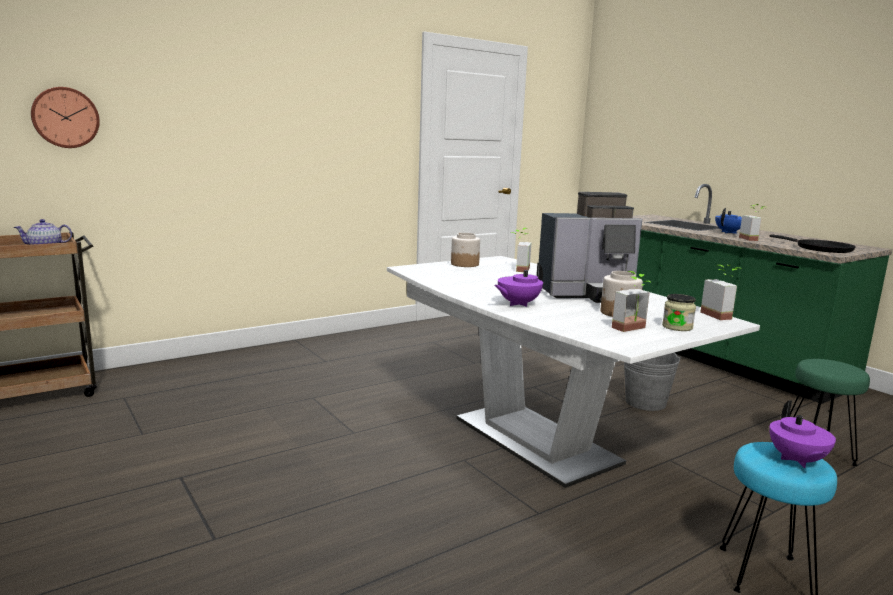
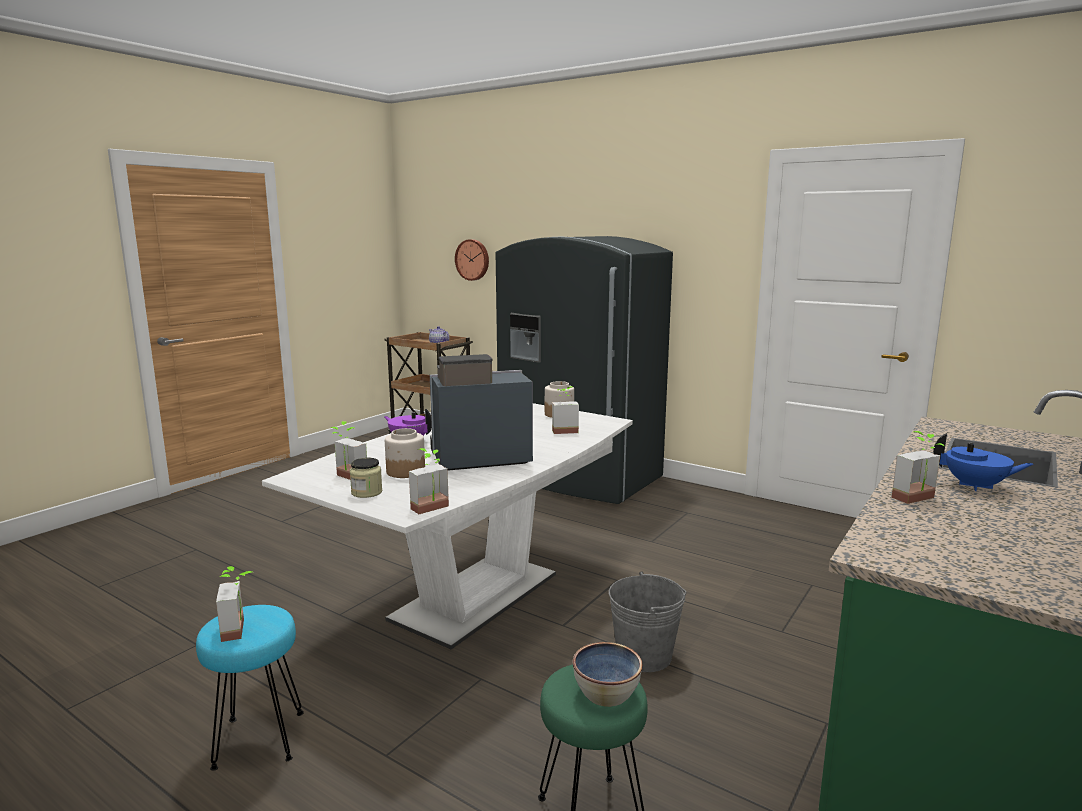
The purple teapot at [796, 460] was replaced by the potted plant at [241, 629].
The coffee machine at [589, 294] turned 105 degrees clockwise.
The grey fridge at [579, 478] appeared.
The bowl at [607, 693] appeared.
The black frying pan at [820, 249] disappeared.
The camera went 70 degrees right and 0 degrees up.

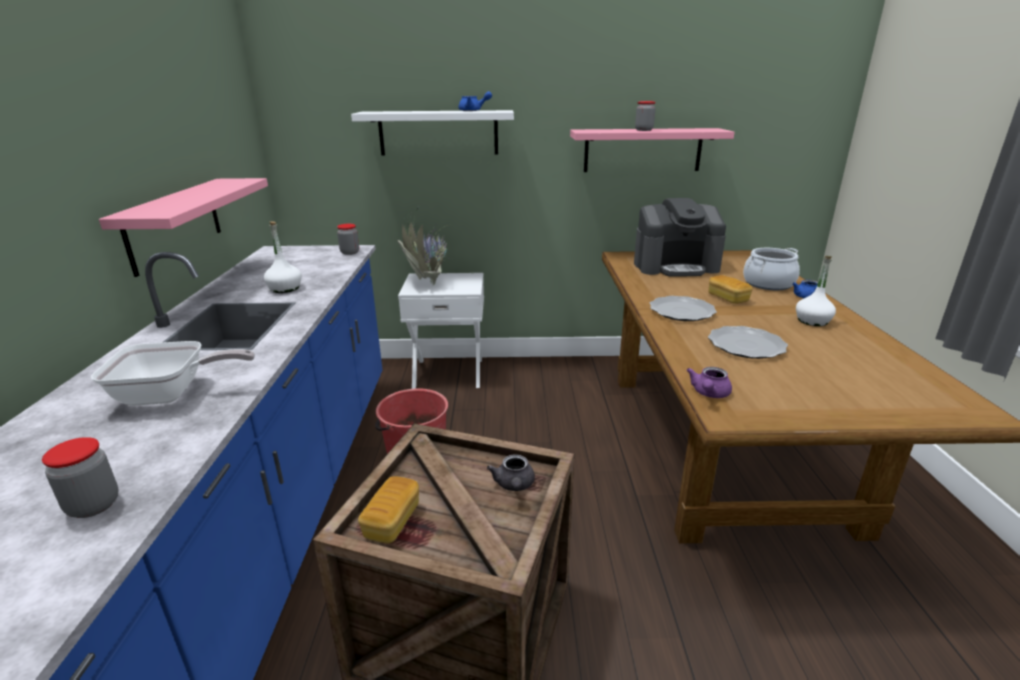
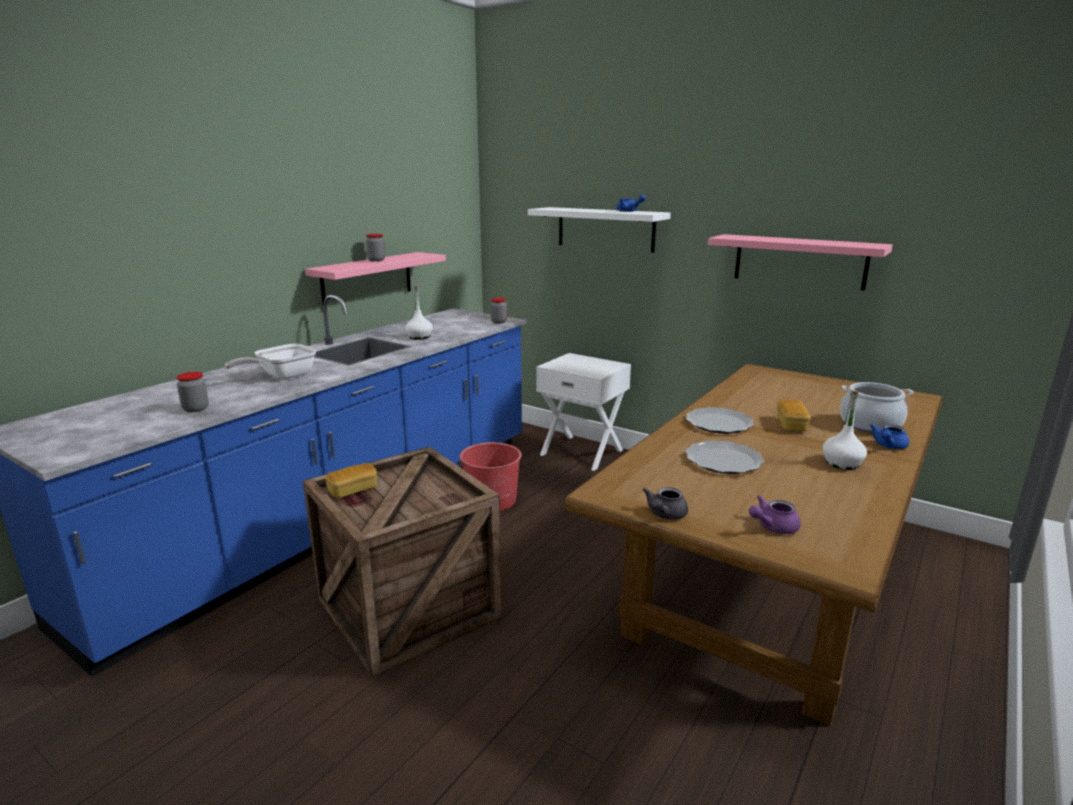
The frying pan at [171, 394] turned 105 degrees clockwise.
The jar moved from [644, 130] to [376, 260].
The grey teapot moved from [514, 485] to [664, 515].
The purple teapot moved from [709, 394] to [772, 527].
The potted plant at [428, 283] disappeared.
The coffee machine at [675, 266] disappeared.
The camera went 35 degrees right and 5 degrees down.

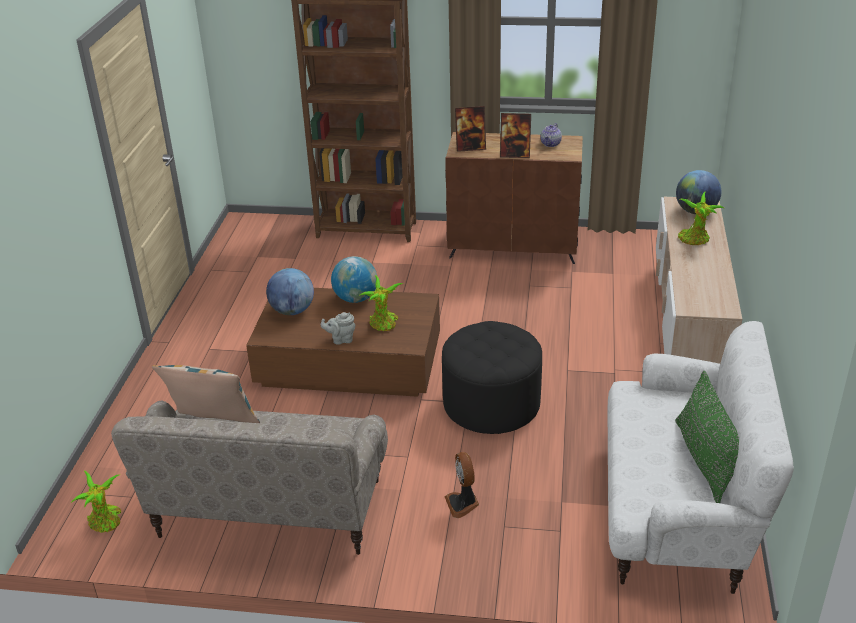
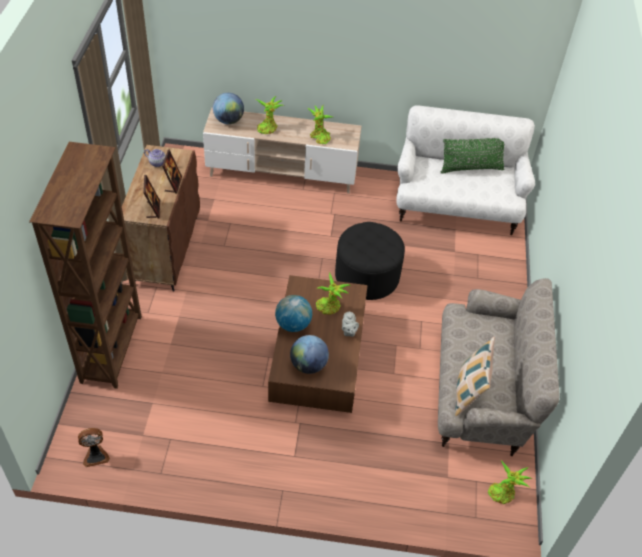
The fan moved from [463, 504] to [95, 455].
The potted plant at [319, 137] appeared.
The camera went 95 degrees left and 15 degrees up.

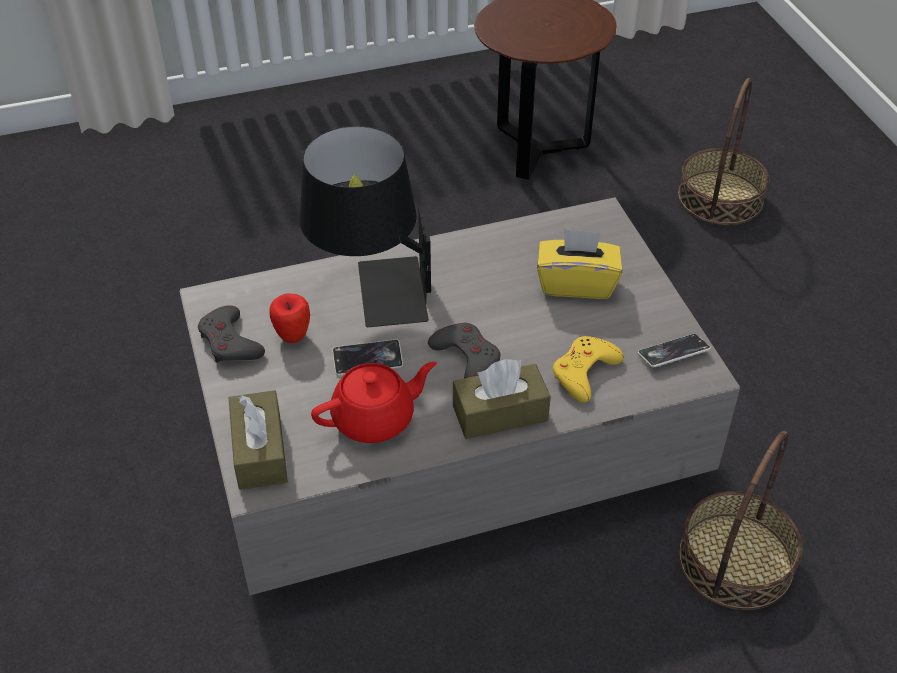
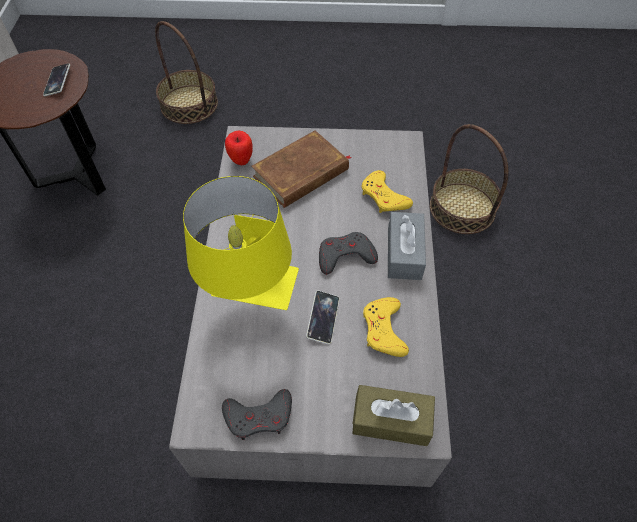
The phone moved from [673, 354] to [58, 82].
The black table lamp at [371, 293] became the yellow table lamp at [251, 296].
The apple moved from [293, 336] to [241, 160].
The yellow tissue box at [576, 283] was replaced by the brown book at [301, 173].
The red teapot at [375, 419] was replaced by the yellow game controller at [384, 330].
The brown tissue box at [500, 413] became the grey tissue box at [404, 253].
The camera went 70 degrees left and 10 degrees up.

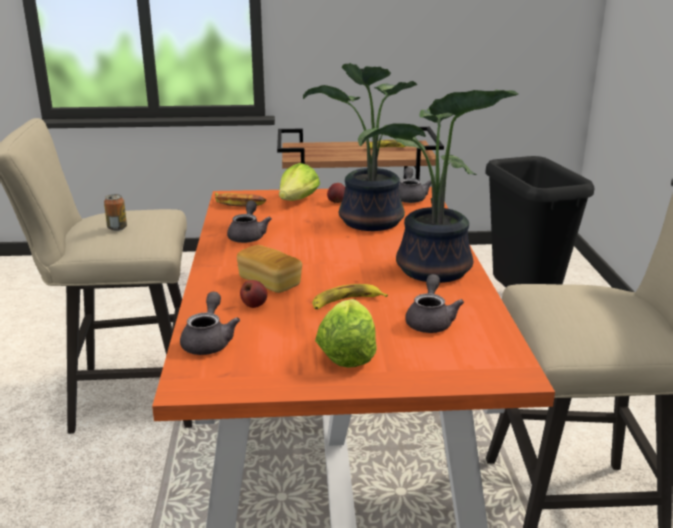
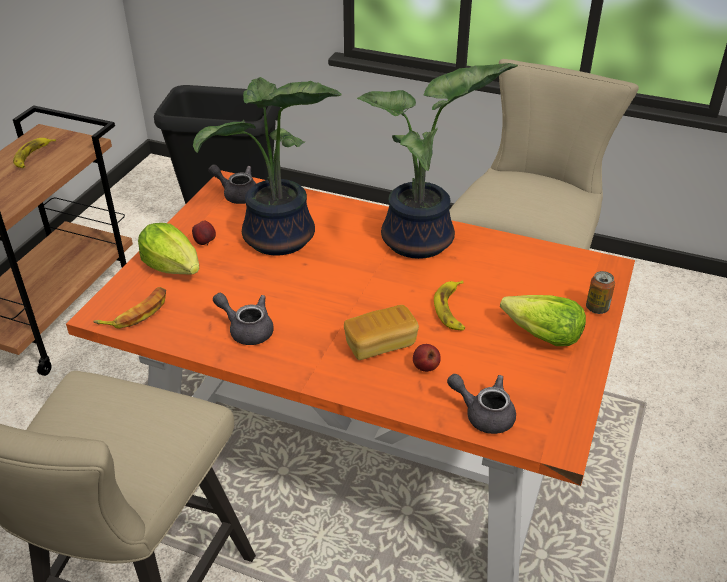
The can moved from [117, 228] to [597, 308].
The grey teapot at [430, 321] disappeared.
The camera went 65 degrees left and 15 degrees up.

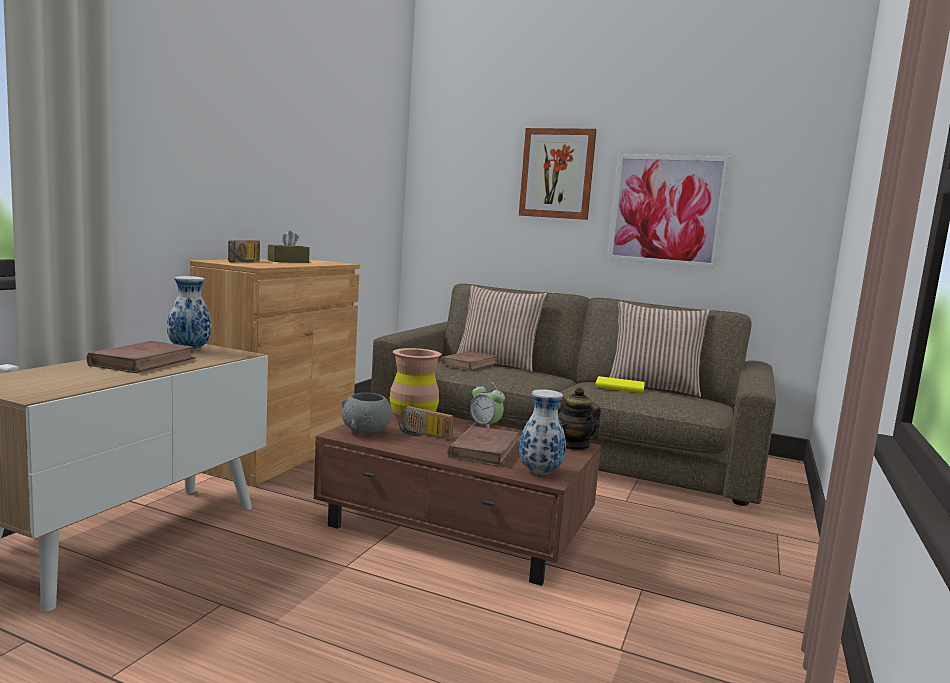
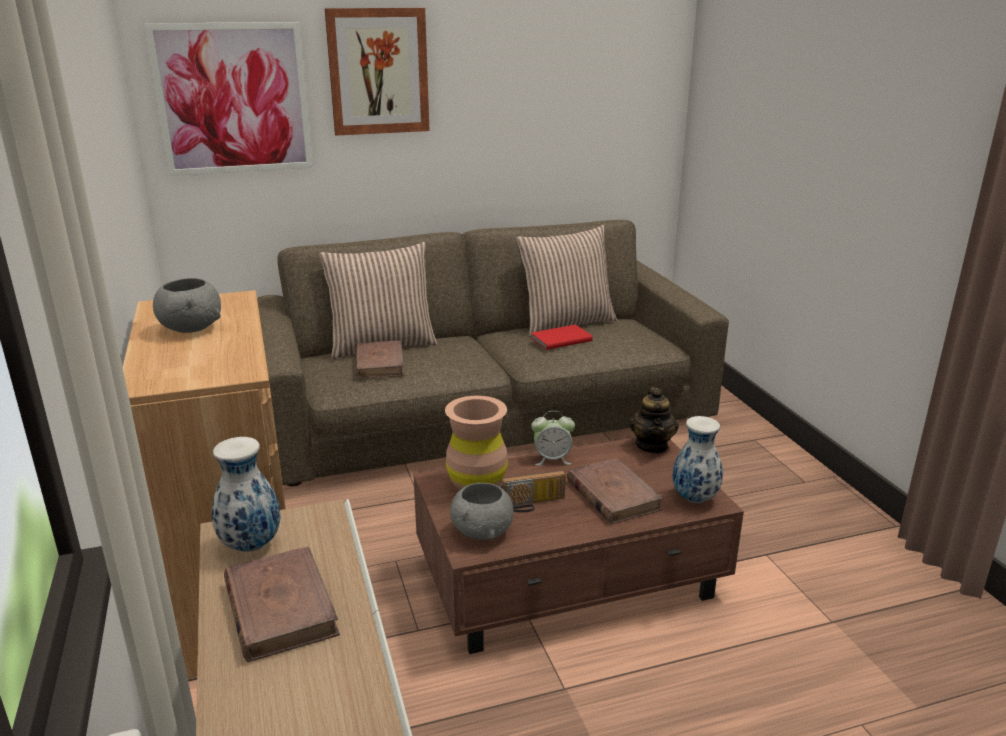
The picture moved from [666, 210] to [233, 99].
The brown tissue box at [288, 261] was replaced by the grey bowl at [191, 328].
The yellow book at [619, 386] became the red book at [559, 339].
The teapot at [574, 446] turned 105 degrees counterclockwise.
The radio at [247, 261] disappeared.
The camera went 40 degrees left and 15 degrees up.

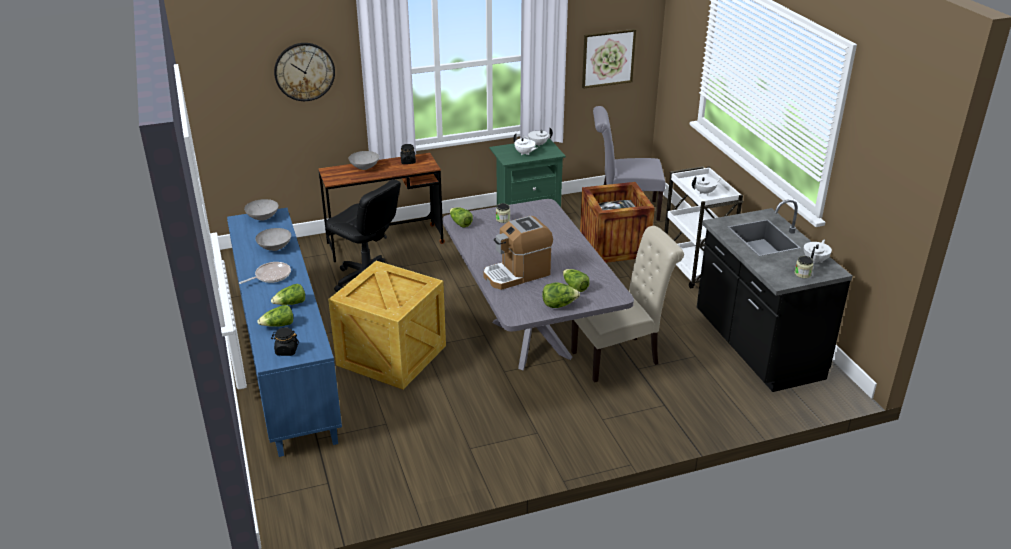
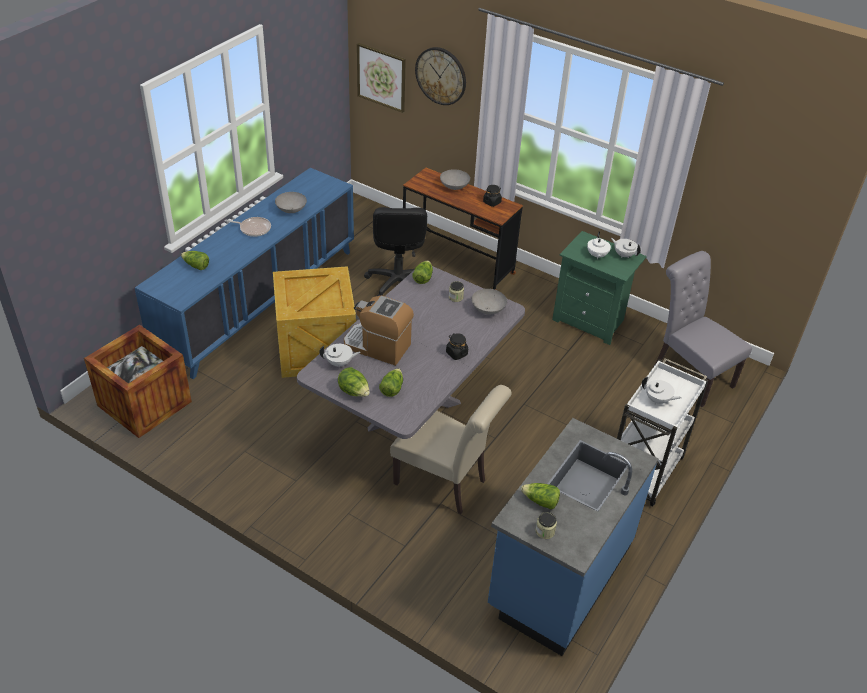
The crate moved from [614, 246] to [144, 403].
The white teapot moved from [815, 260] to [339, 363].
The picture moved from [608, 58] to [381, 77].
The black jar moved from [286, 351] to [456, 353].
The grey bowl moved from [263, 218] to [488, 310].
The black counter at [756, 348] became the blue counter at [558, 576].
The lettuce moved from [290, 304] to [540, 501].
The camera went 50 degrees right and 10 degrees up.

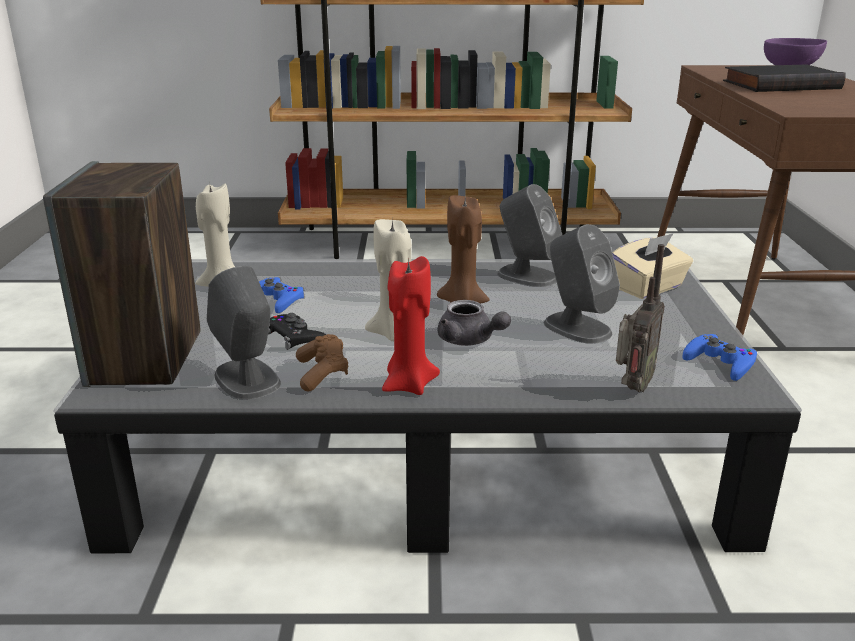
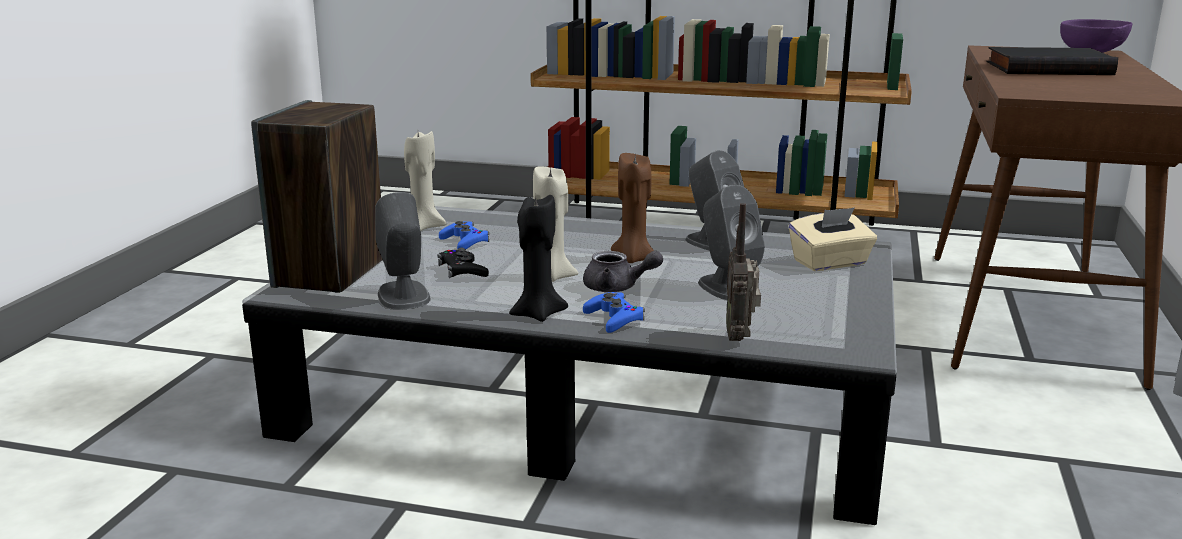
The red candle at [408, 385] became the black candle at [537, 314].
The grey teapot at [470, 341] turned 45 degrees counterclockwise.
The blue game controller moved from [719, 363] to [614, 319].
The radio at [631, 387] turned 135 degrees clockwise.
The brown game controller at [322, 373] disappeared.
The camera went 15 degrees right and 5 degrees down.

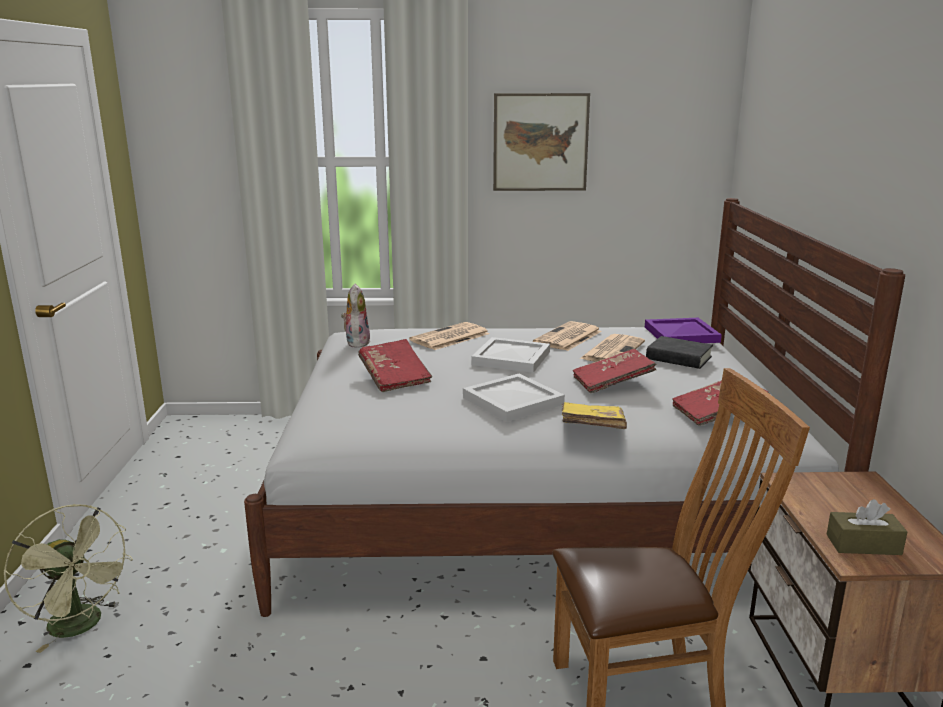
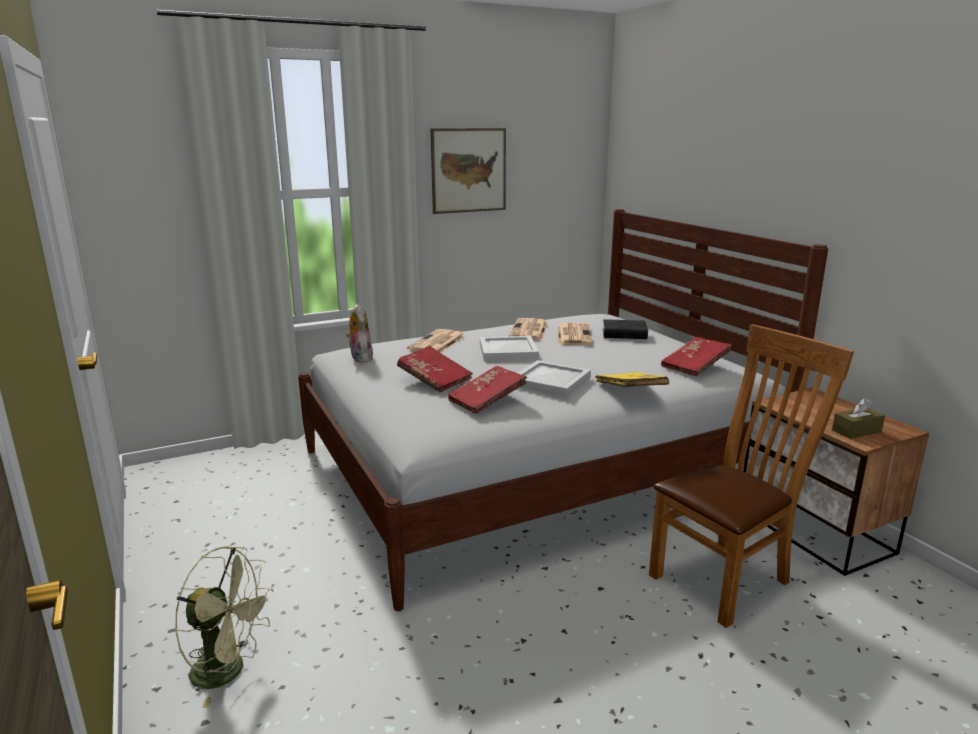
The red book moved from [612, 383] to [487, 401].
The purple tray at [682, 334] disappeared.
The camera went 25 degrees left and 0 degrees up.

